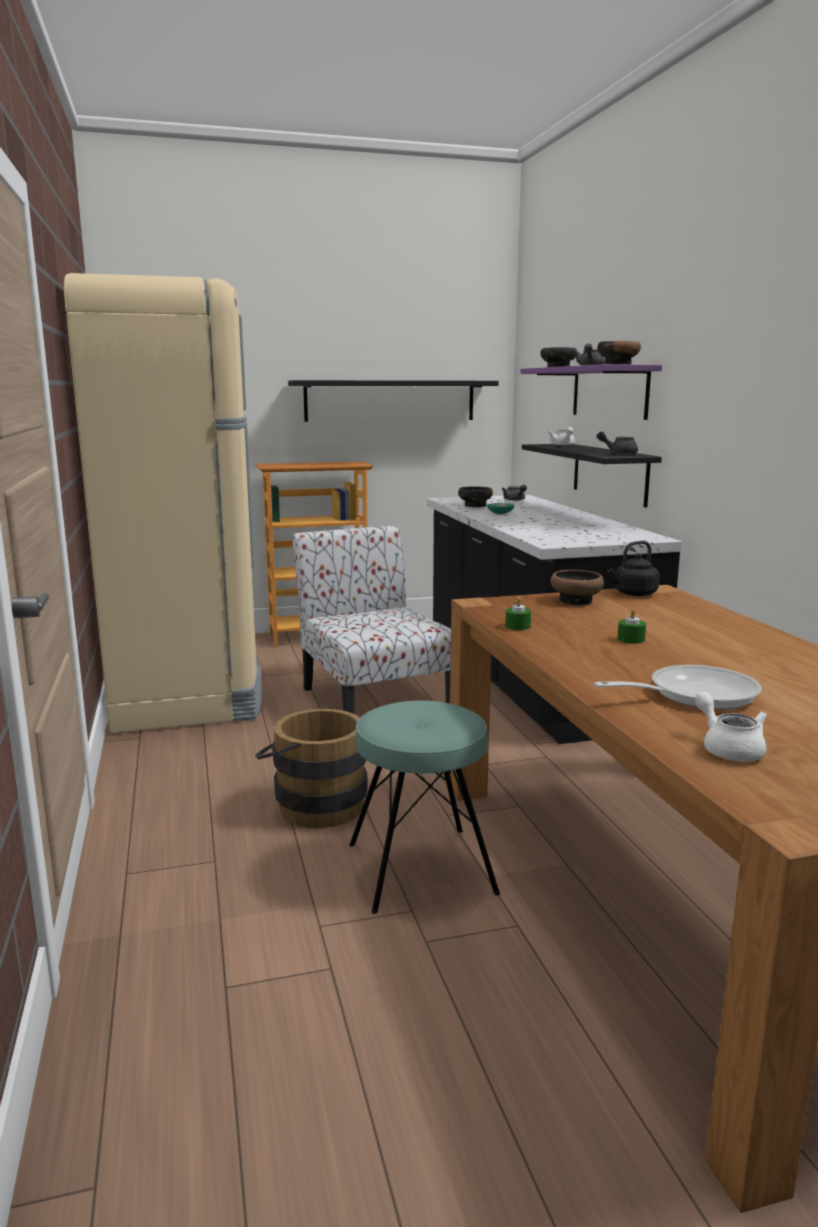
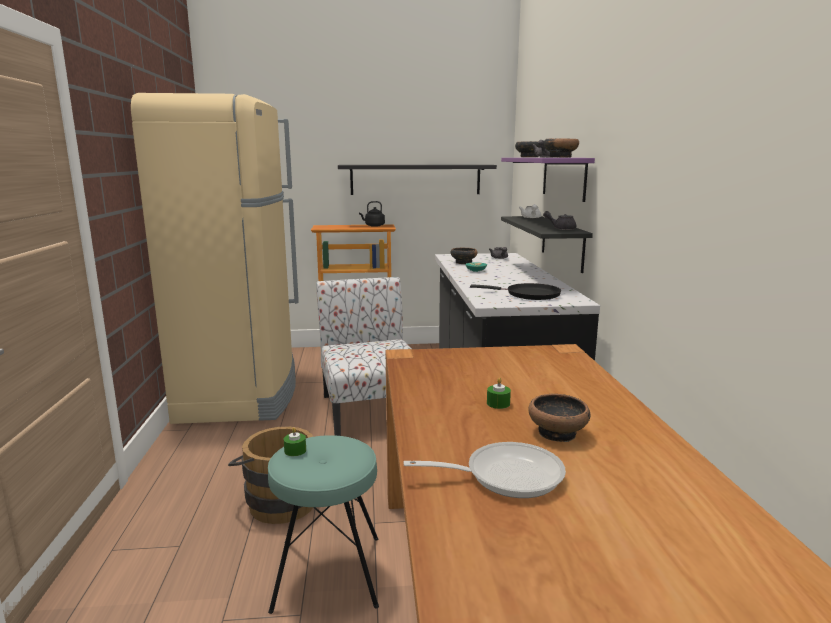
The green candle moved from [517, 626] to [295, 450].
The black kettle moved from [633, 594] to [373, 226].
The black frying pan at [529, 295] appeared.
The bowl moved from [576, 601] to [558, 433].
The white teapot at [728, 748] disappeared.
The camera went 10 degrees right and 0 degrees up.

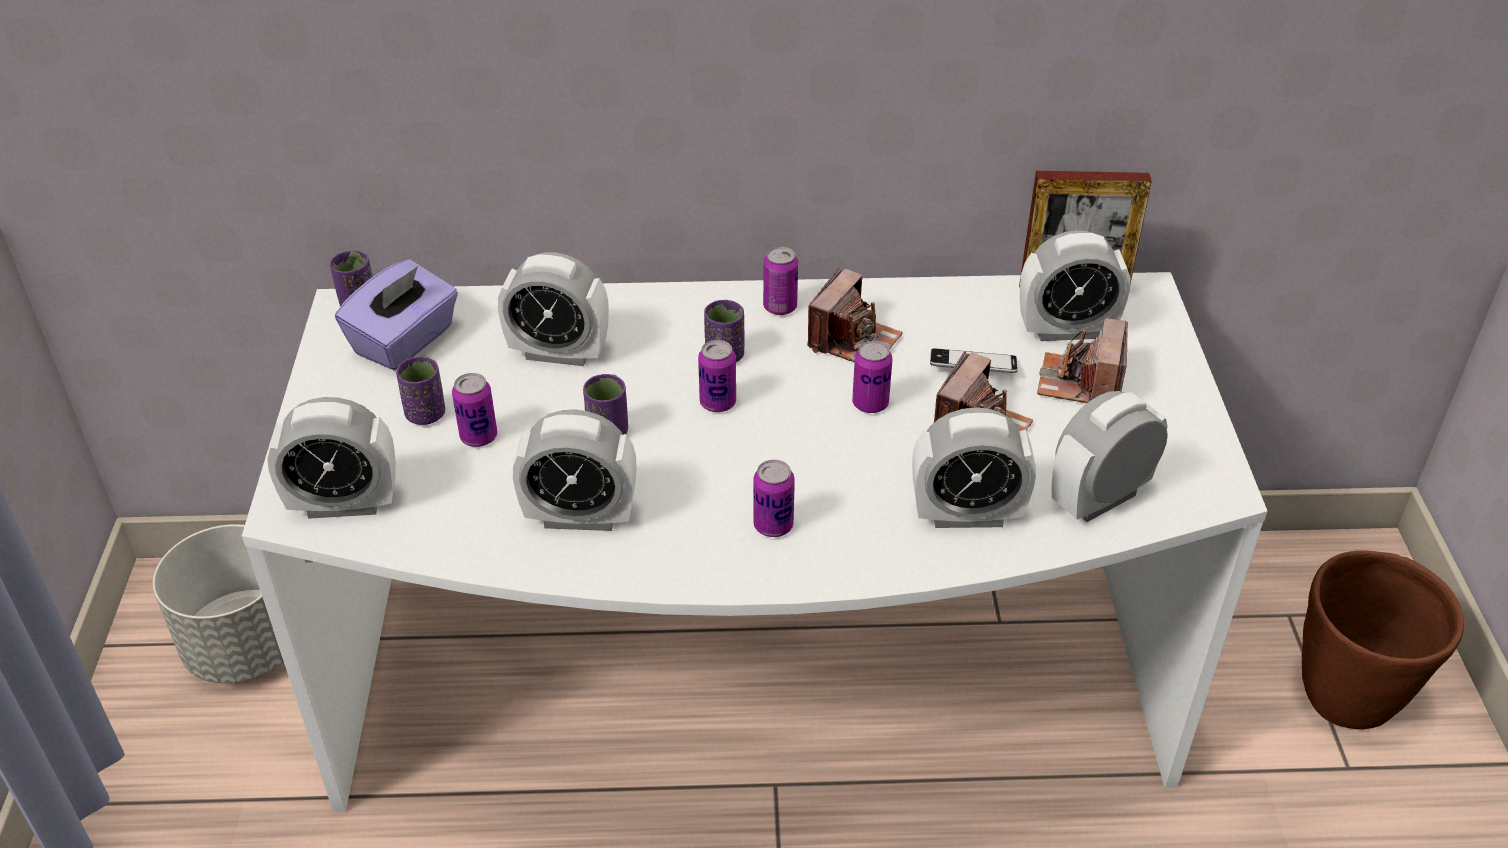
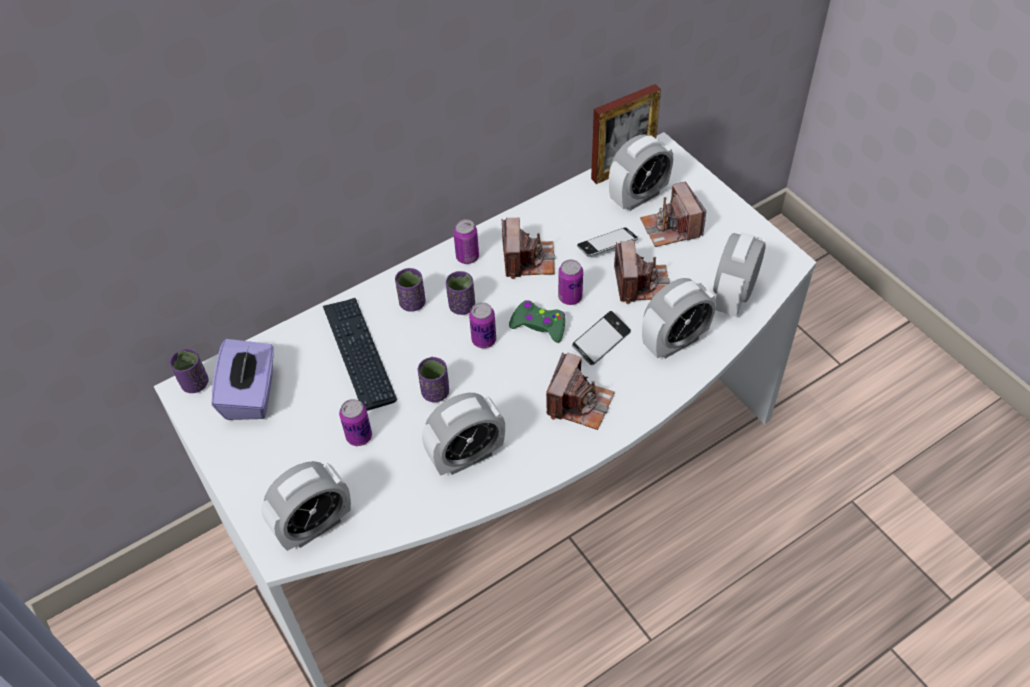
The alarm clock at [558, 353] was replaced by the keyboard at [359, 354].
The purple cup moved from [425, 414] to [412, 303].
The green game controller at [539, 325] appeared.
The can at [773, 525] was replaced by the photo camera at [579, 403].
The phone at [601, 341] appeared.
The grey planter at [245, 646] disappeared.
The brown planter at [1346, 701] disappeared.
The camera went 30 degrees left and 10 degrees up.

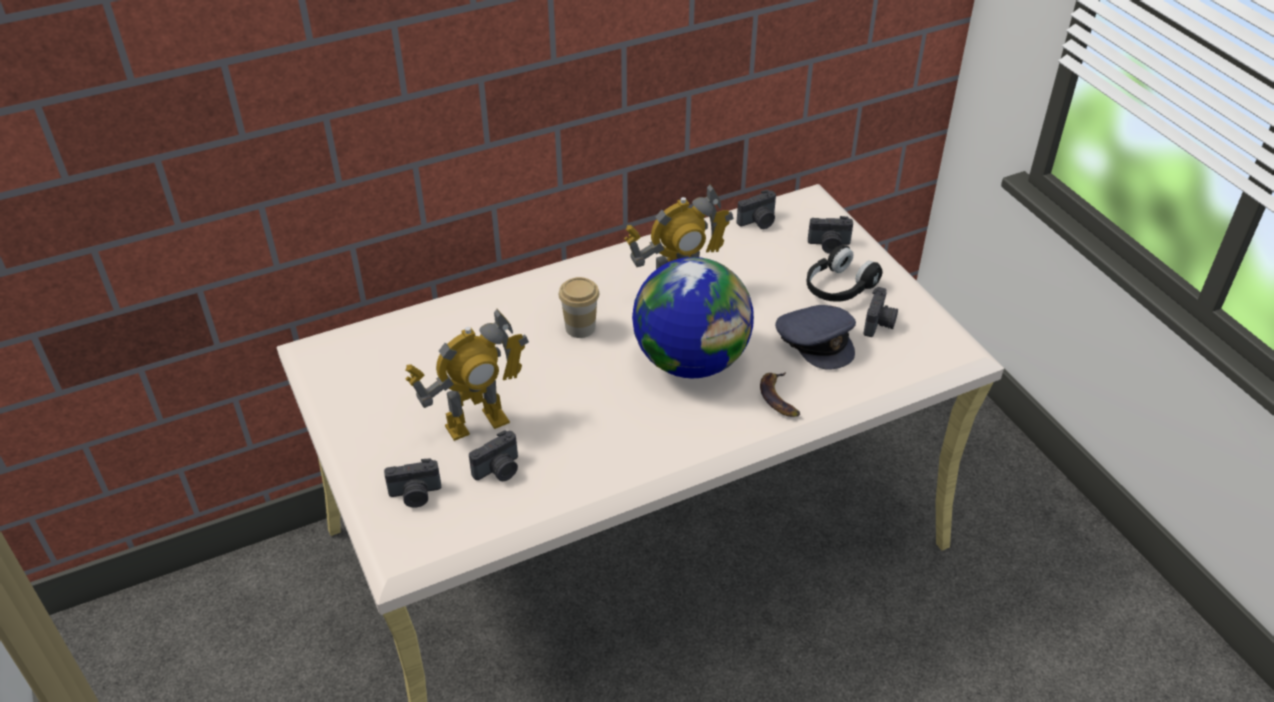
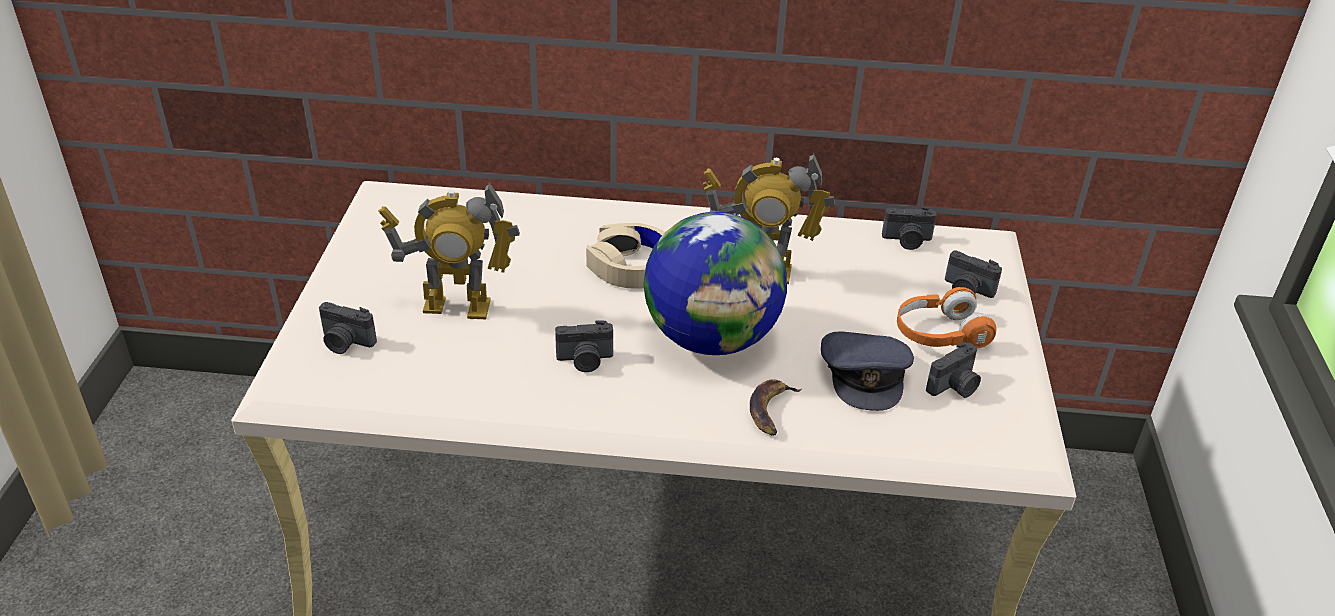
The photo camera moved from [499, 470] to [585, 360].
The cup at [580, 327] was replaced by the beige headphones at [631, 266].
The black headphones at [838, 287] became the orange headphones at [939, 334].
The camera went 30 degrees right and 5 degrees down.

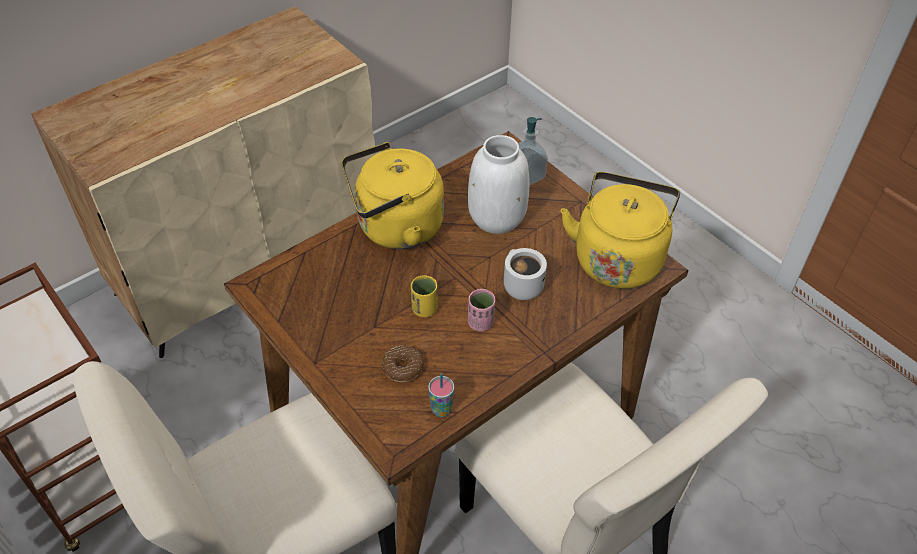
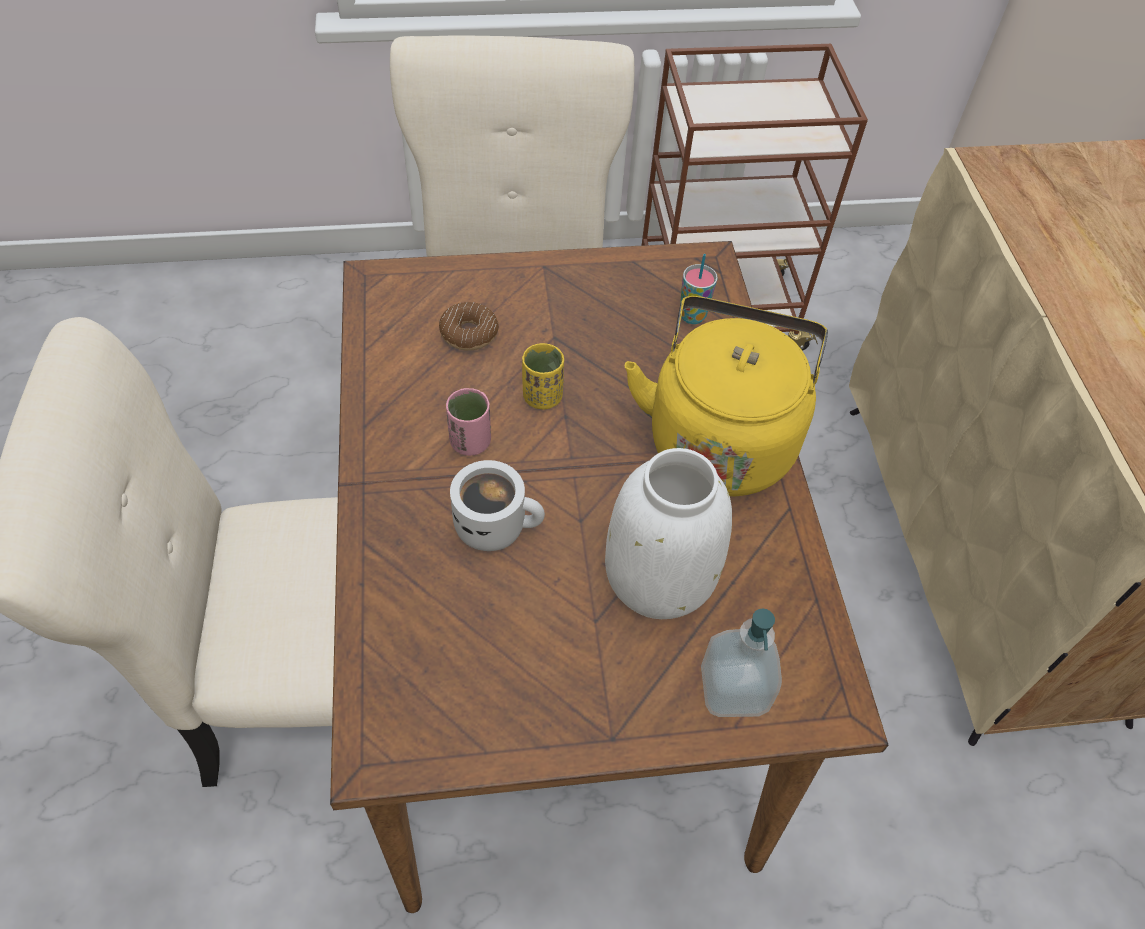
The cup moved from [441, 409] to [692, 316].
The yellow kettle at [617, 257] disappeared.
The camera went 120 degrees right and 5 degrees up.

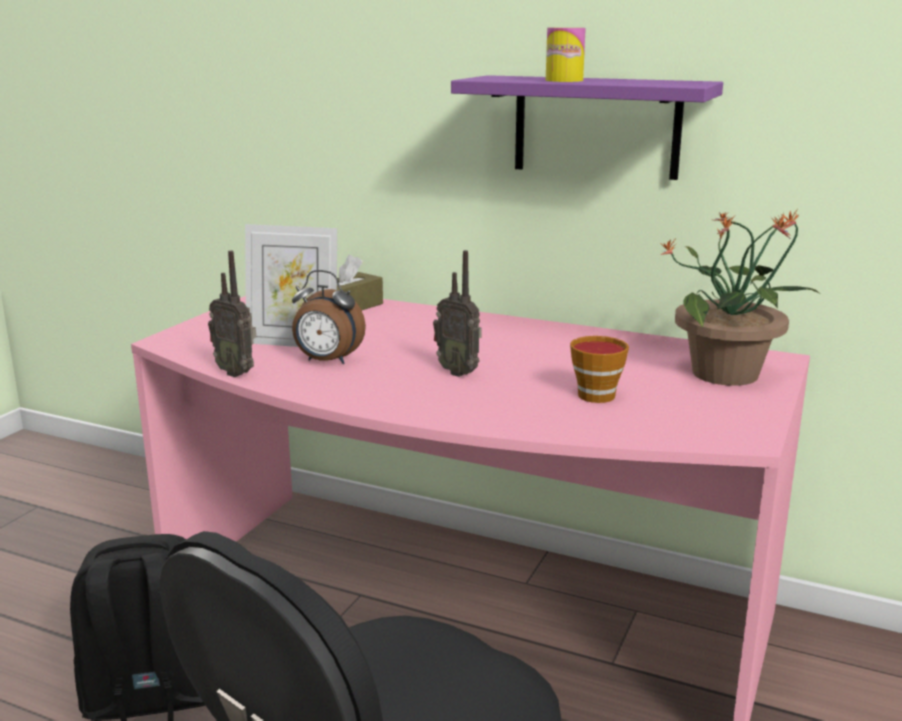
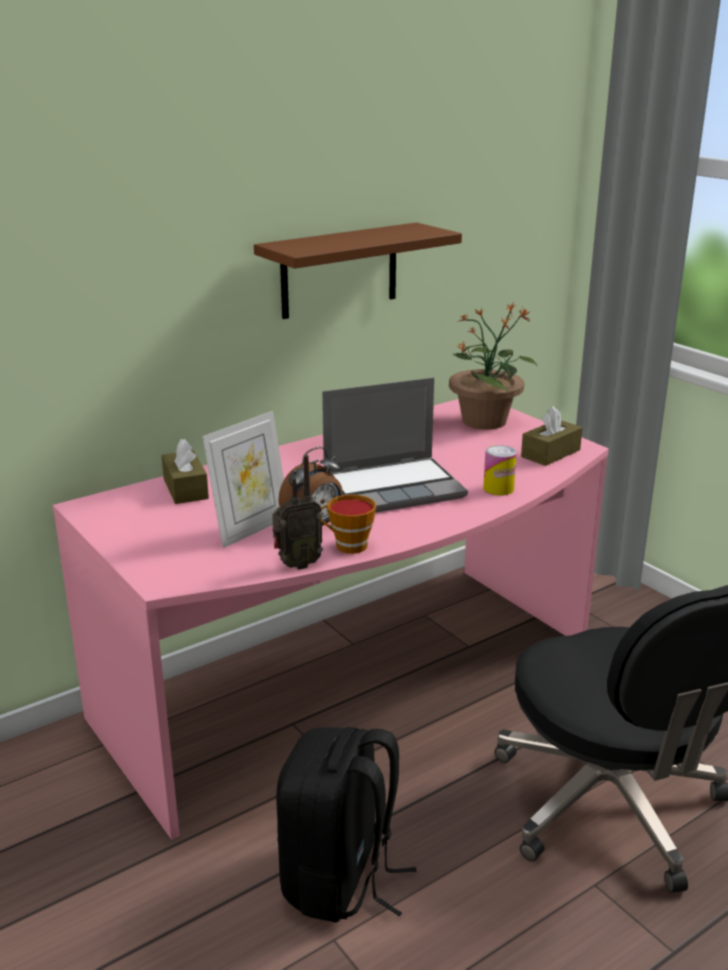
The purple shelf at [596, 126] became the brown shelf at [339, 270].
The cup moved from [593, 394] to [347, 545].
The radio at [459, 372] was replaced by the laptop at [394, 487].
The can moved from [564, 80] to [498, 488].
The brown tissue box at [550, 453] appeared.
The camera went 60 degrees left and 5 degrees up.

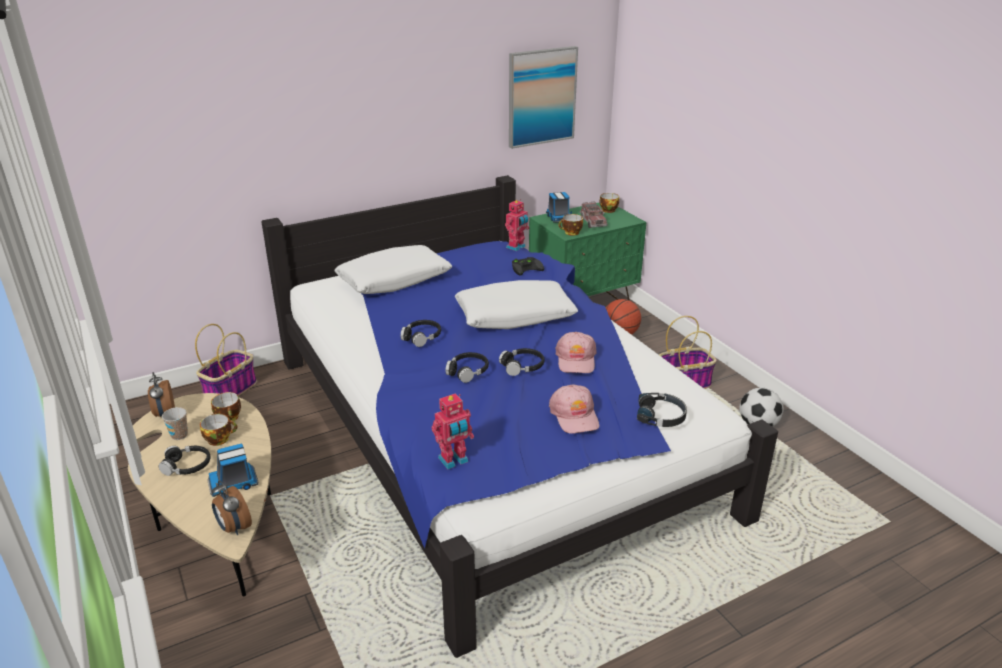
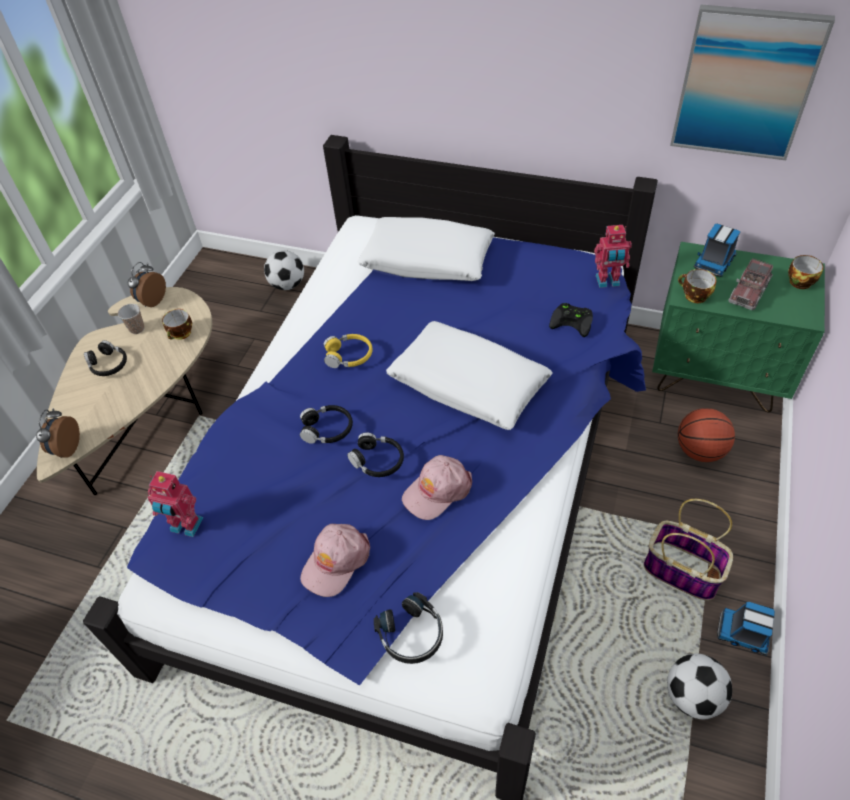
The basket at [230, 390] was replaced by the football at [288, 284].
The black headphones at [422, 337] became the yellow headphones at [349, 356].
The toy truck moved from [234, 483] to [744, 633].
The cup at [220, 439] disappeared.
The camera went 50 degrees right and 20 degrees up.

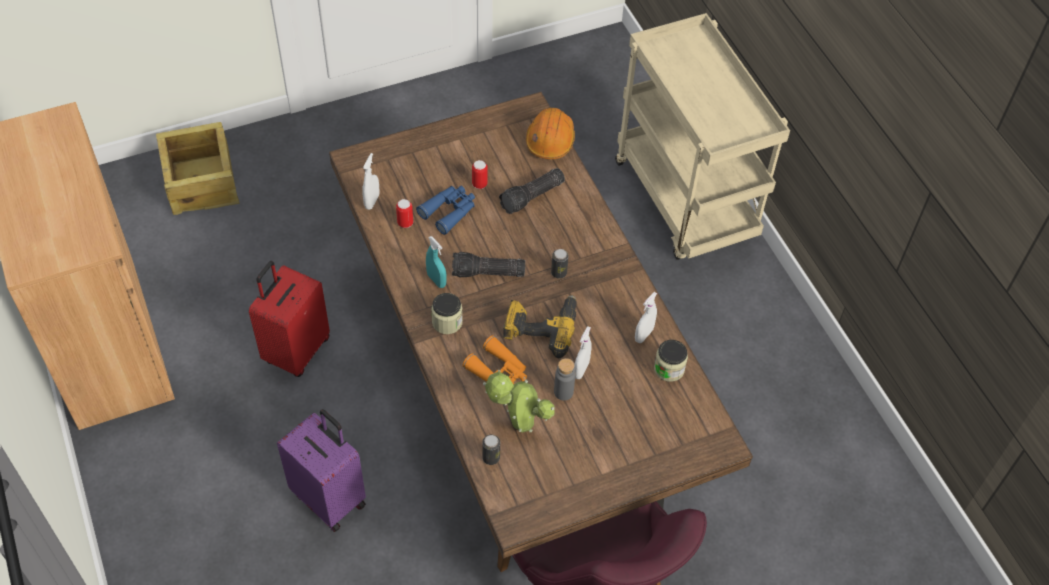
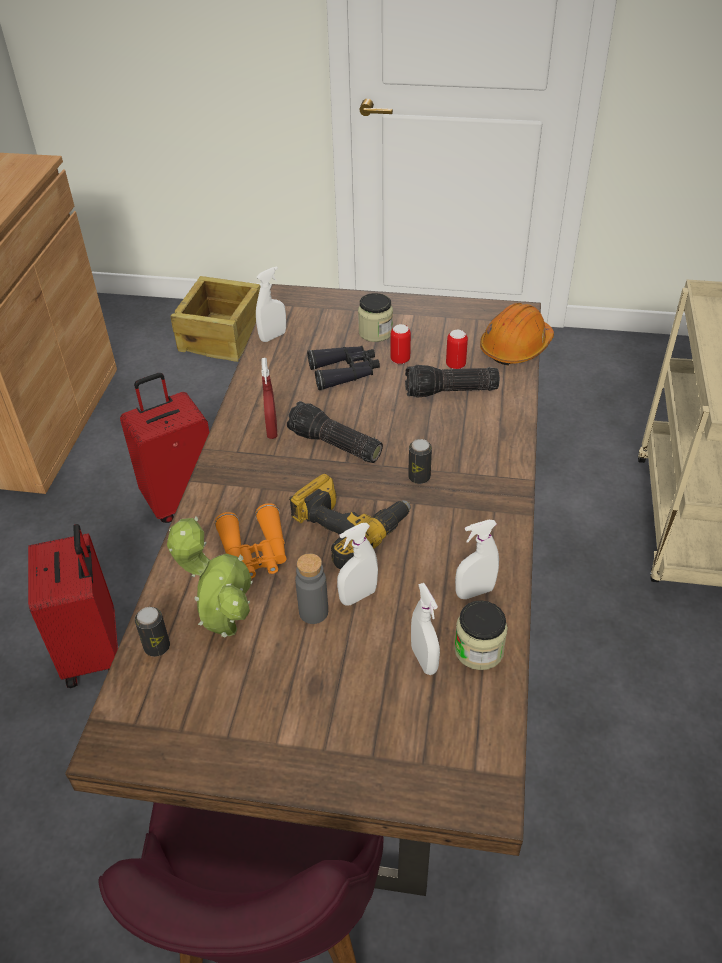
The purple suitcase at [330, 498] became the red suitcase at [94, 652].
The turquoise spray bottle at [436, 280] became the red spray bottle at [272, 430].
The blue binoculars at [449, 211] became the black binoculars at [345, 372].
The jar moved from [447, 322] to [375, 332].
The white spray bottle at [424, 660] appeared.
The can moved from [405, 223] to [455, 365].
The camera went 35 degrees right and 10 degrees down.

